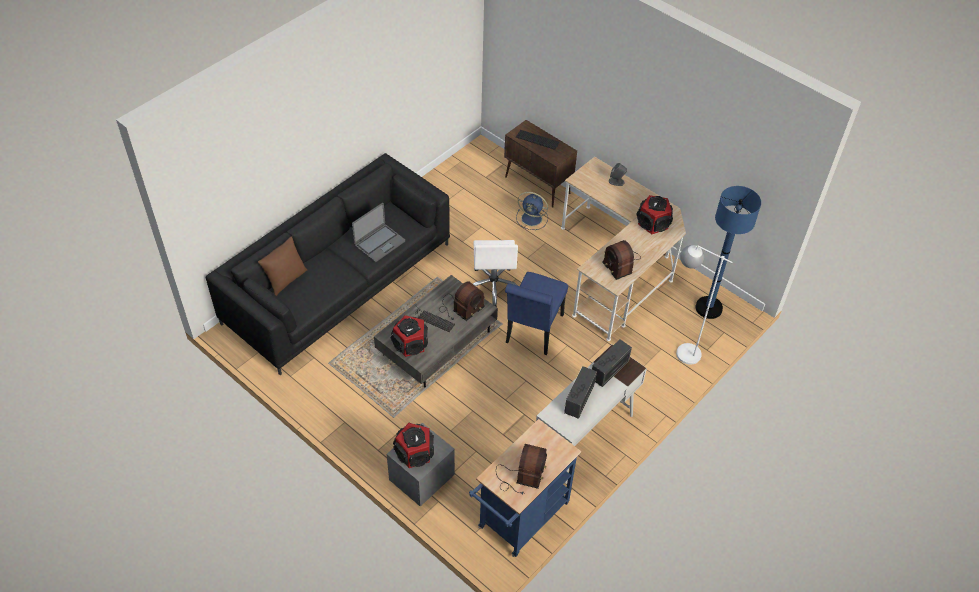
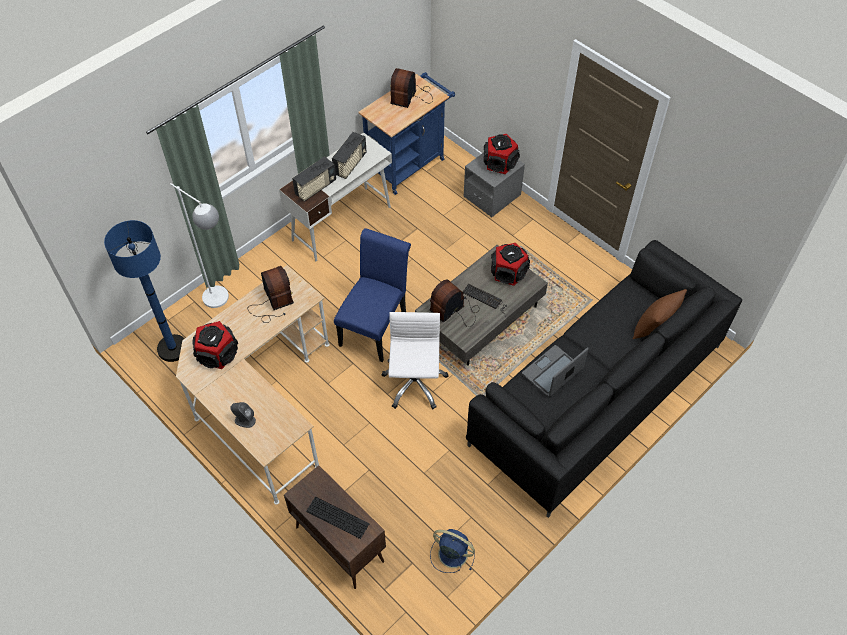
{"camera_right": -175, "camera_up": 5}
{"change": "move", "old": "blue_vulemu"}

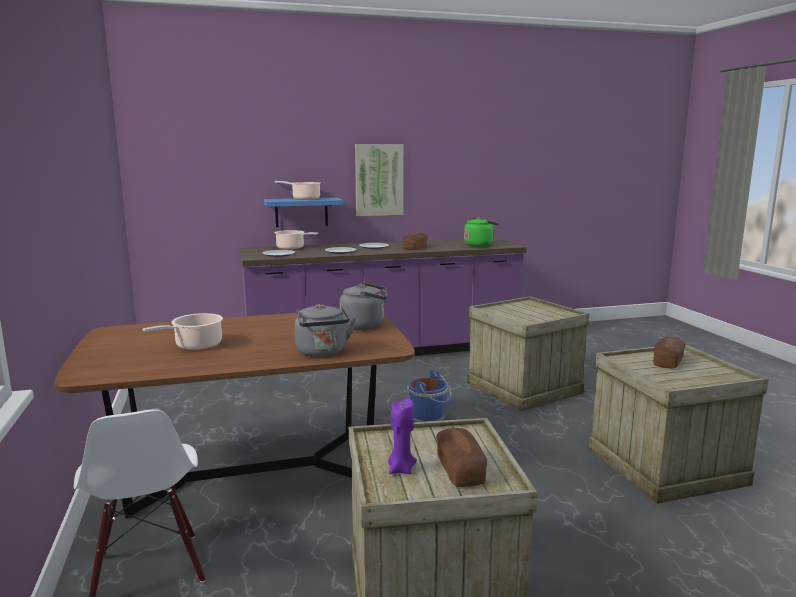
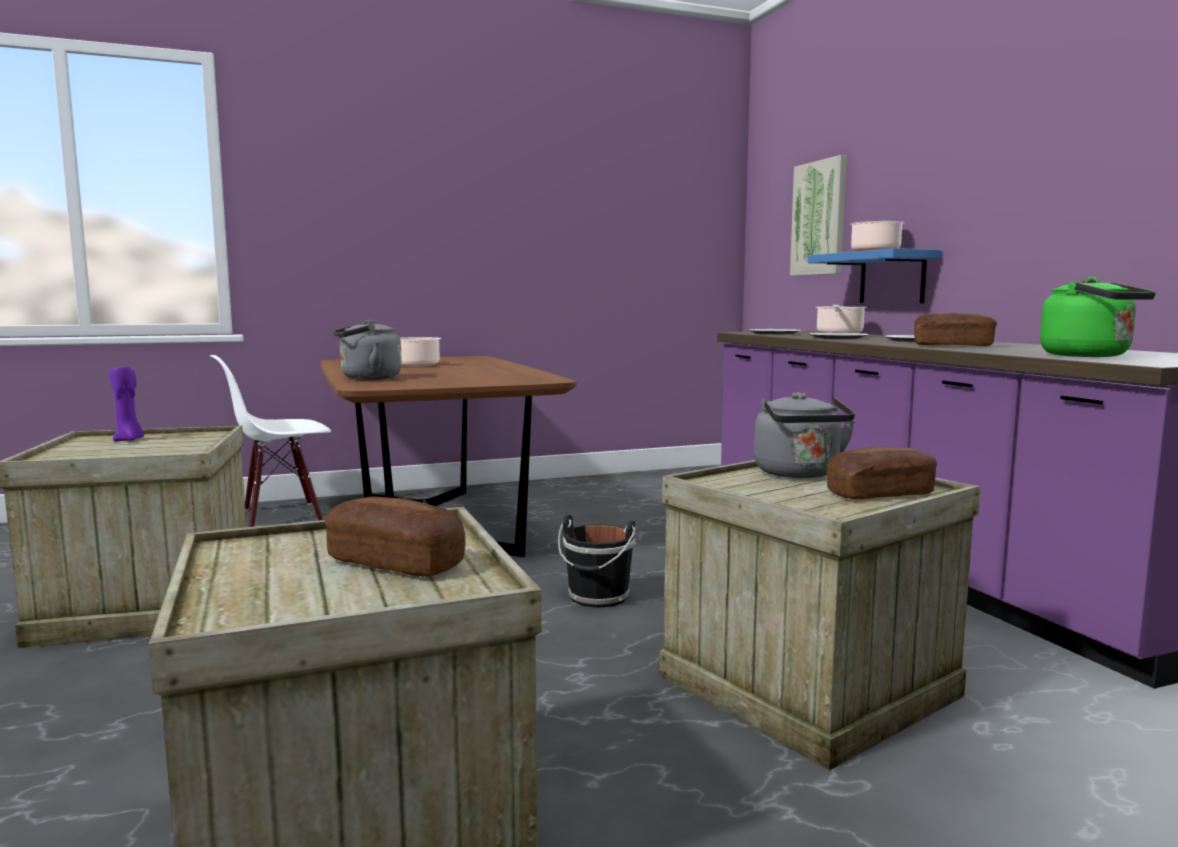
{"camera_right": 85, "camera_up": -5}
{"change": "recolor", "old": "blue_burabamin", "new": "black_burabamin"}
{"change": "move", "old": "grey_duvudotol (2nd from left)"}
{"change": "move", "old": "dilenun"}
{"change": "move", "old": "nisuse (2nd from left)"}

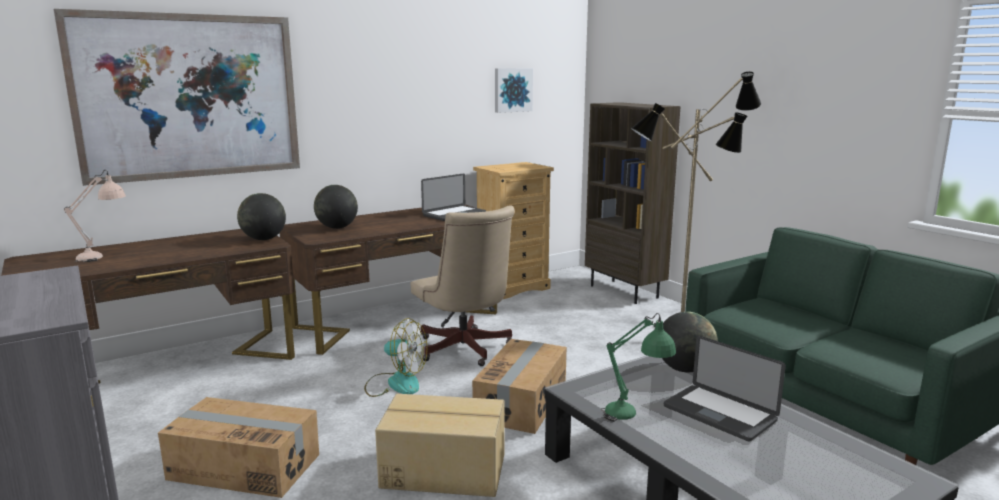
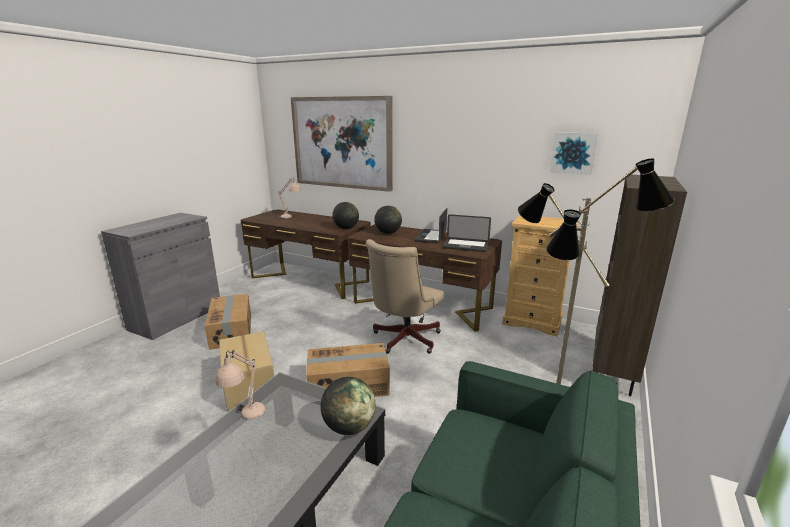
{"camera_right": 60, "camera_up": 5}
{"change": "recolor", "old": "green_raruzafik", "new": "beige_raruzafik (1st from left)"}
{"change": "move", "old": "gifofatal (2nd from left in the first image)", "new": "gifofatal (1st from left)"}
{"change": "delete", "old": "vulemu"}

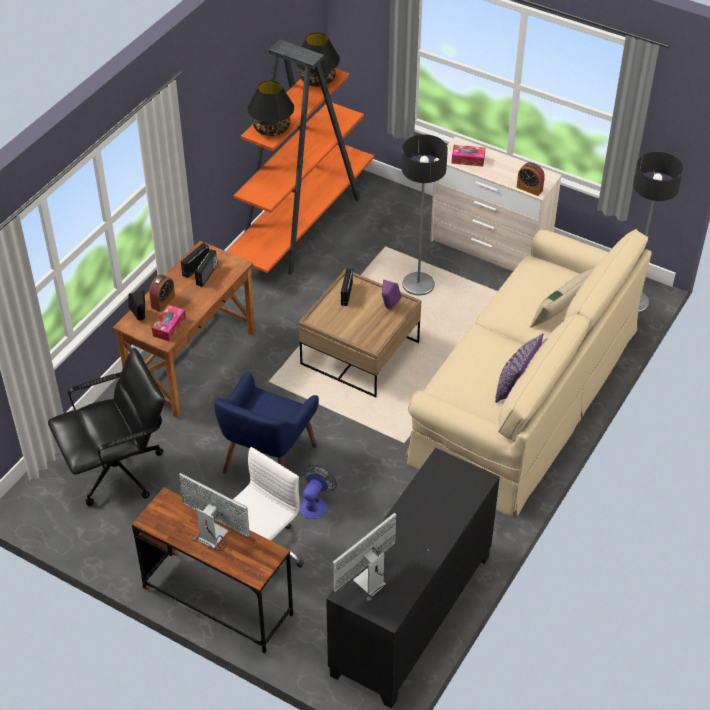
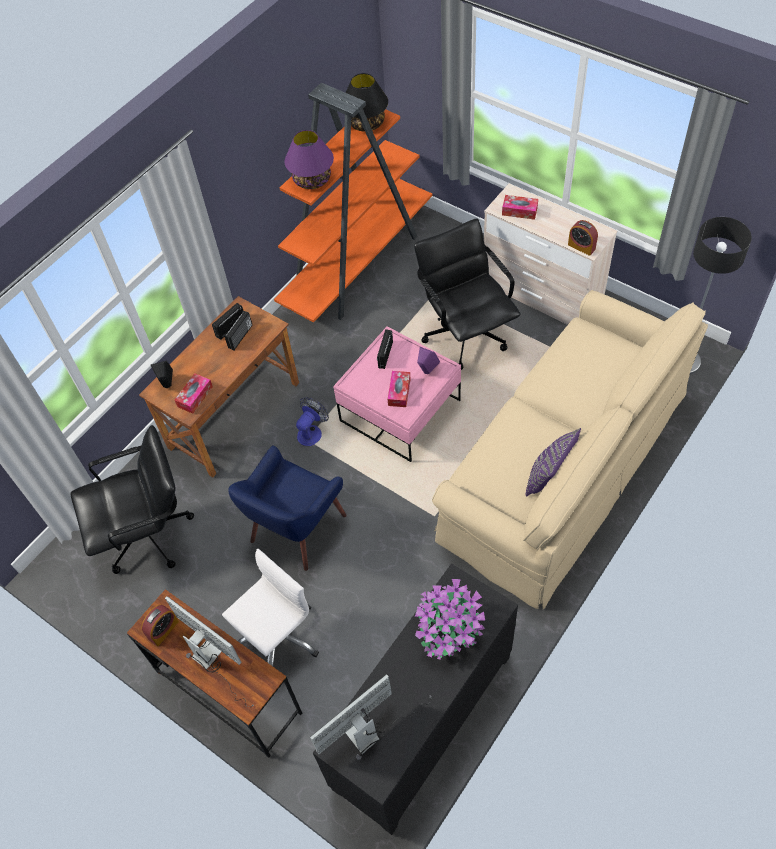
{"camera_right": 10, "camera_up": 10}
{"change": "move", "old": "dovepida (1st from left)"}
{"change": "recolor", "old": "black_raruzafik (1st from left)", "new": "purple_raruzafik"}
{"change": "move", "old": "vulemu"}
{"change": "recolor", "old": "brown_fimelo", "new": "pink_fimelo"}
{"change": "insert", "new": "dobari (2nd from left)"}
{"change": "replace", "old": "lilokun (1st from left)", "new": "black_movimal (2nd from left)"}
{"change": "insert", "new": "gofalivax"}
{"change": "delete", "old": "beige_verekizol"}

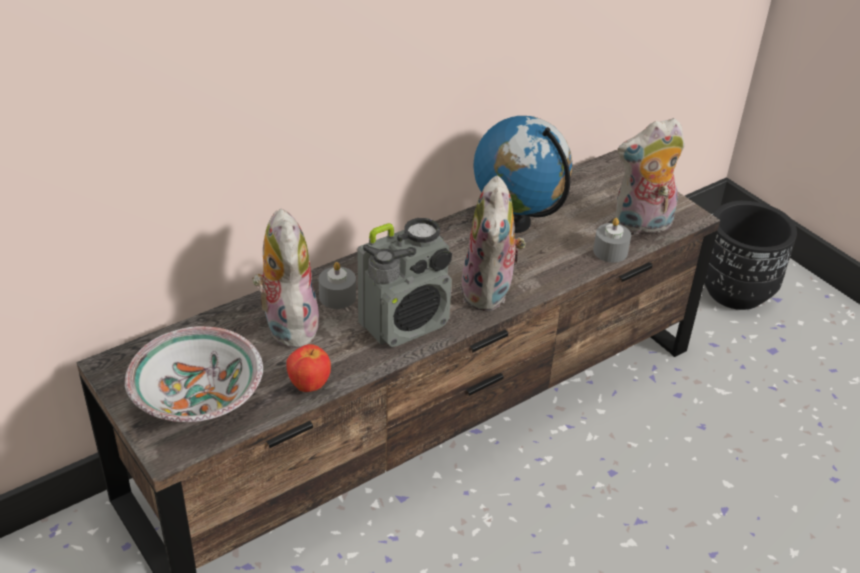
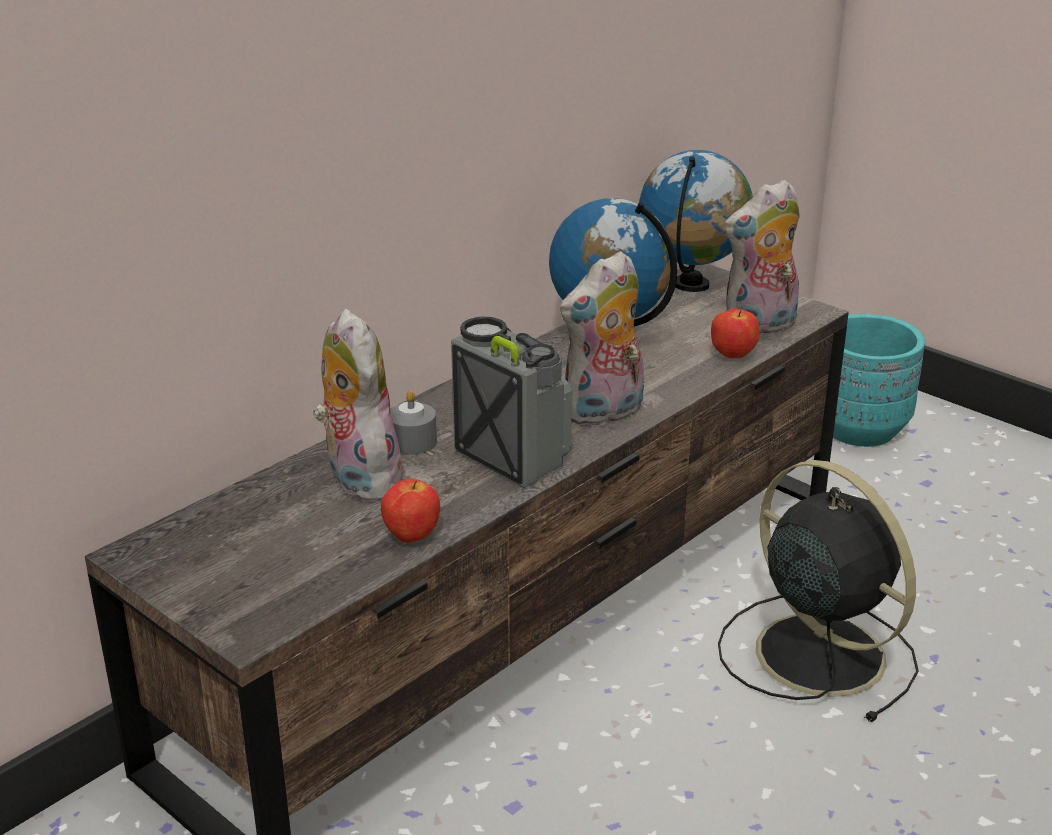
{"camera_right": -10, "camera_up": -10}
{"change": "rotate", "old": "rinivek", "degrees": -90}
{"change": "rotate", "old": "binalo (2nd from left)", "degrees": 60}
{"change": "insert", "new": "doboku (2nd from left)"}
{"change": "replace", "old": "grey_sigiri (2nd from left)", "new": "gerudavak (2nd from left)"}
{"change": "insert", "new": "black_vulemu"}
{"change": "recolor", "old": "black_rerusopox", "new": "turquoise_rerusopox"}
{"change": "delete", "old": "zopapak"}

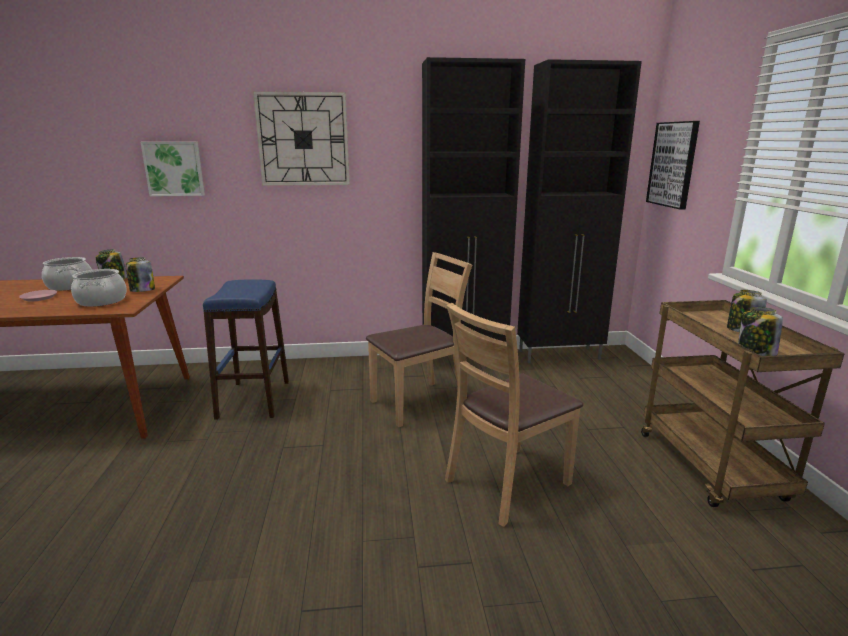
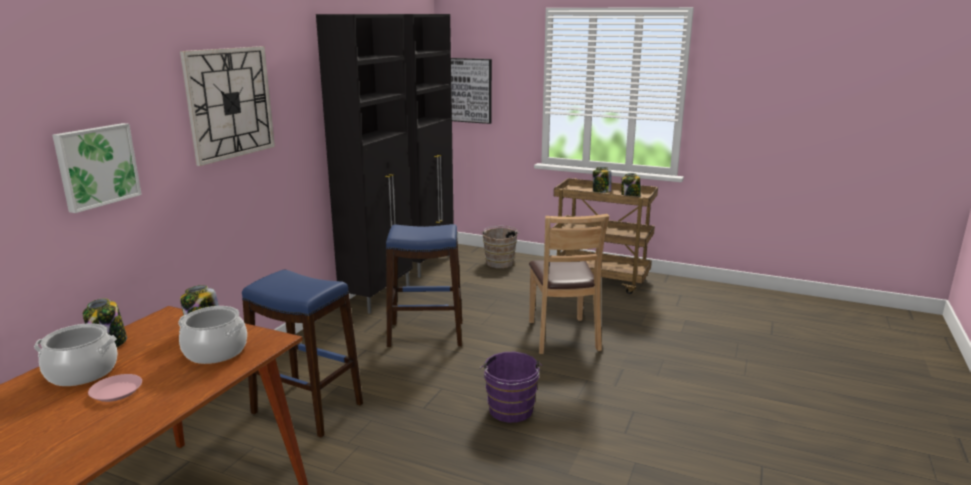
{"camera_right": -60, "camera_up": 0}
{"change": "replace", "old": "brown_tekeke (1st from left)", "new": "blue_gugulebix (2nd from left)"}
{"change": "insert", "new": "purple_burabamin"}
{"change": "insert", "new": "brown_burabamin"}

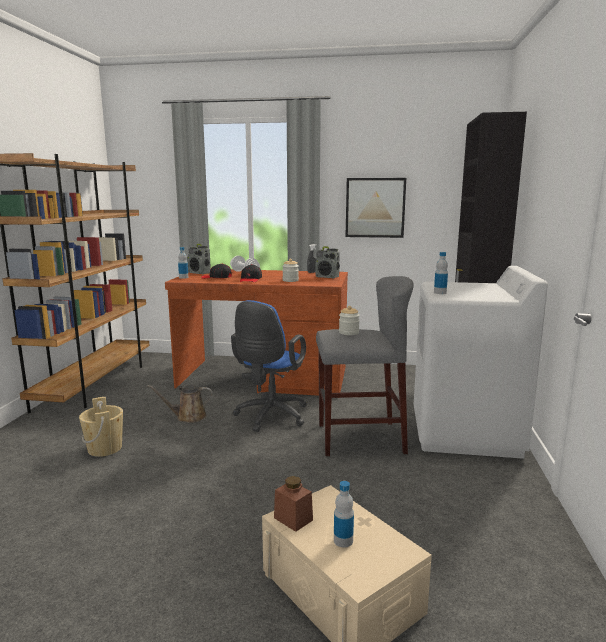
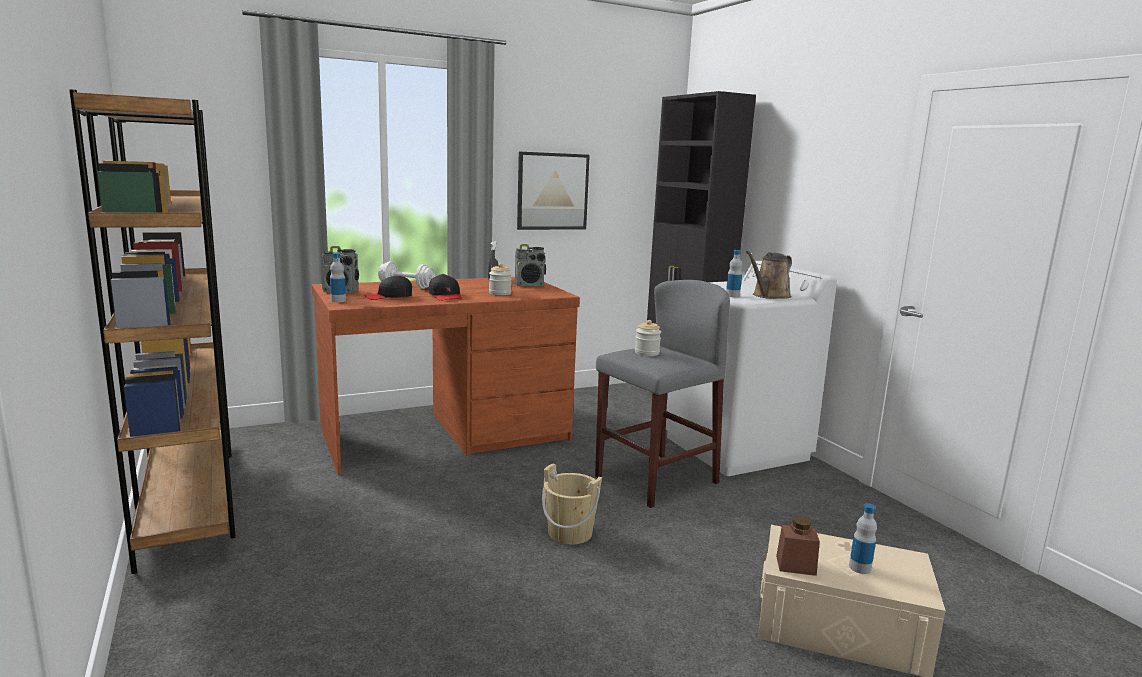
{"camera_right": -35, "camera_up": 0}
{"change": "move", "old": "beige_burabamin"}
{"change": "move", "old": "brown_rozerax"}
{"change": "delete", "old": "blue_movimal"}

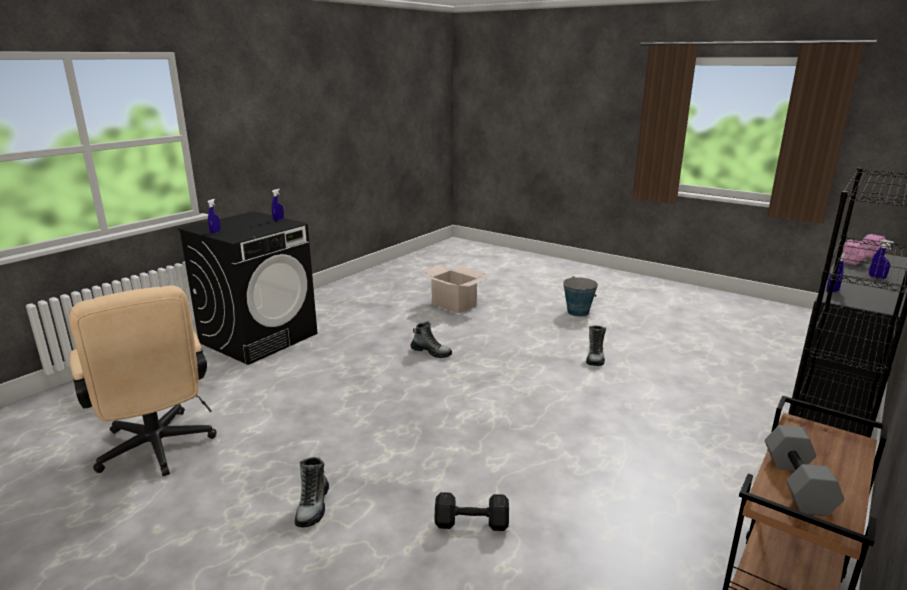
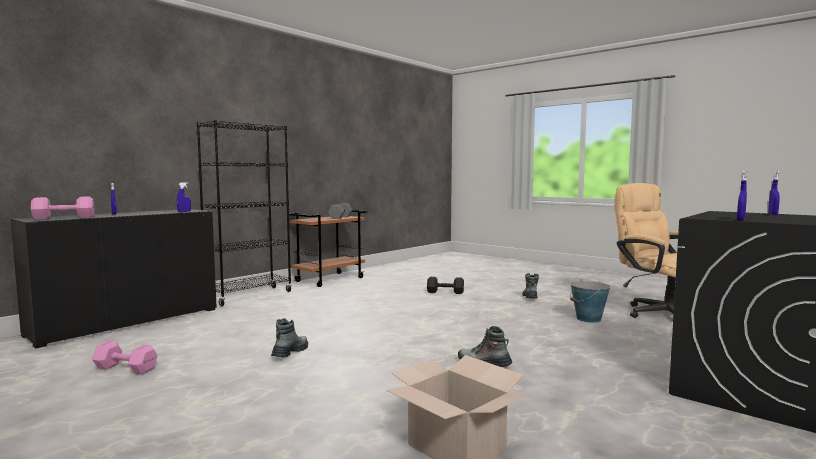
{"camera_right": -175, "camera_up": -15}
{"change": "insert", "new": "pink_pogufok (2nd from left)"}
{"change": "move", "old": "burabamin"}

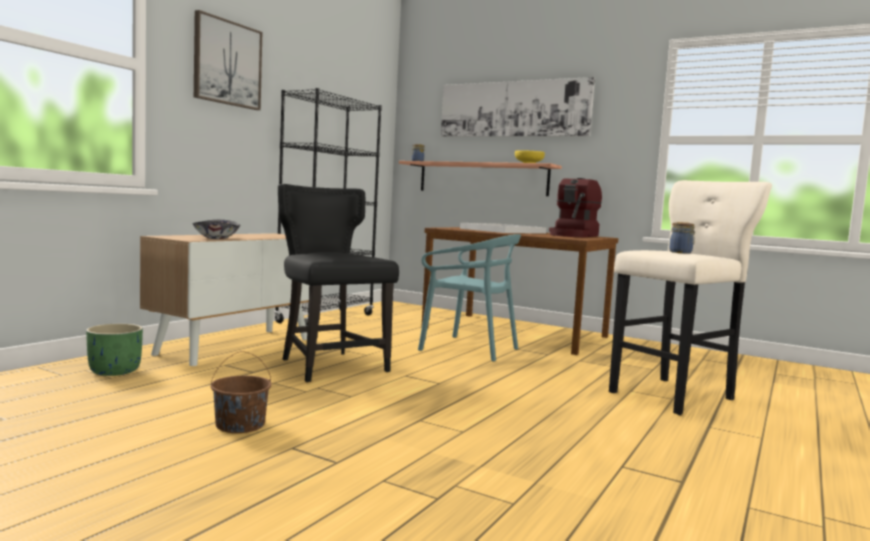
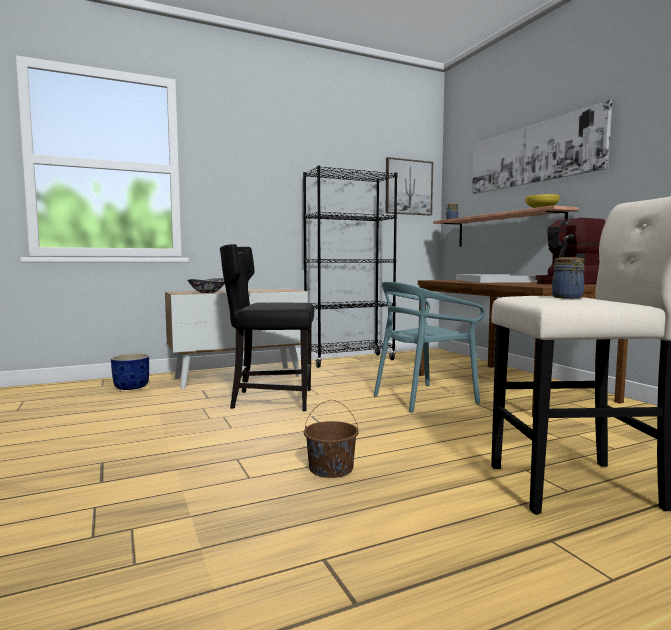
{"camera_right": 35, "camera_up": 0}
{"change": "recolor", "old": "green_rerusopox", "new": "blue_rerusopox"}
{"change": "rotate", "old": "black_tekeke", "degrees": -90}
{"change": "move", "old": "brown_burabamin"}
{"change": "rotate", "old": "turquoise_tekeke", "degrees": 90}
{"change": "move", "old": "dilenun (1st from left)"}

